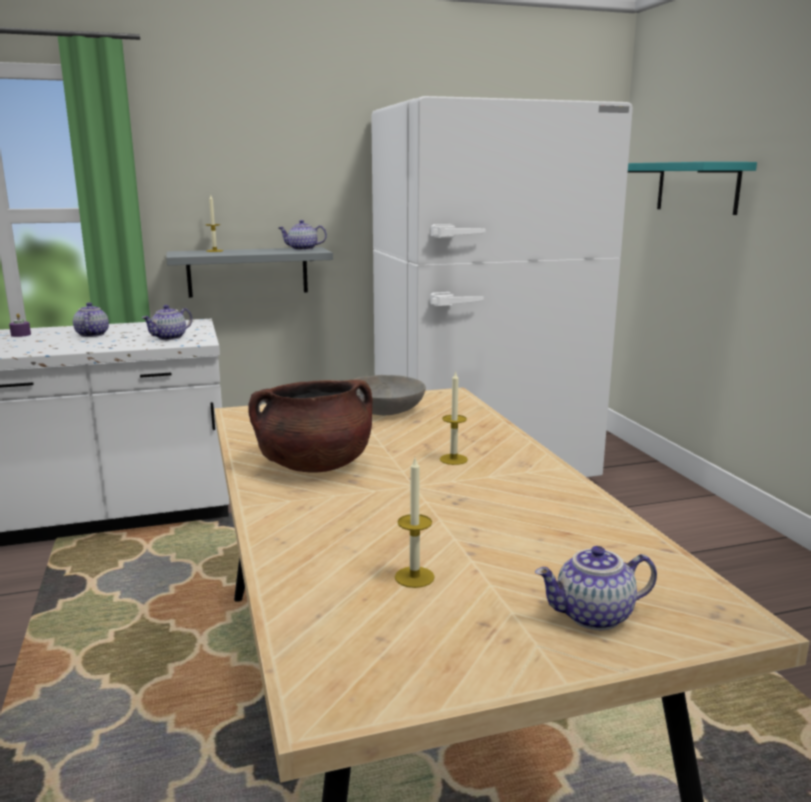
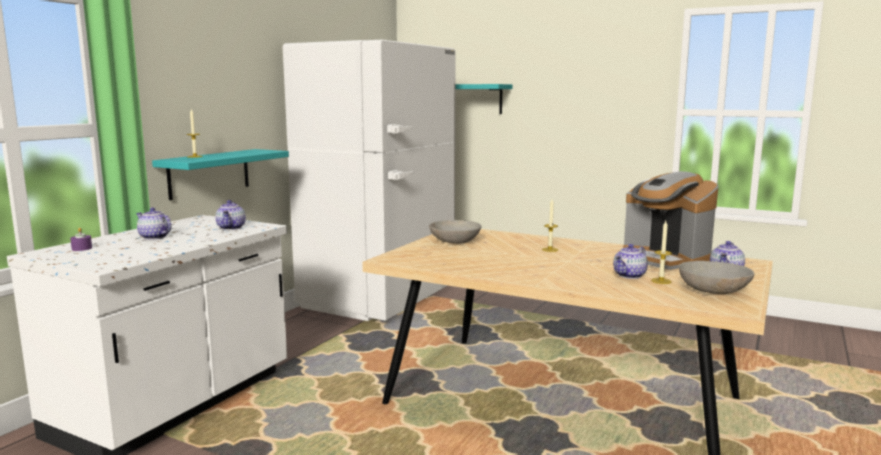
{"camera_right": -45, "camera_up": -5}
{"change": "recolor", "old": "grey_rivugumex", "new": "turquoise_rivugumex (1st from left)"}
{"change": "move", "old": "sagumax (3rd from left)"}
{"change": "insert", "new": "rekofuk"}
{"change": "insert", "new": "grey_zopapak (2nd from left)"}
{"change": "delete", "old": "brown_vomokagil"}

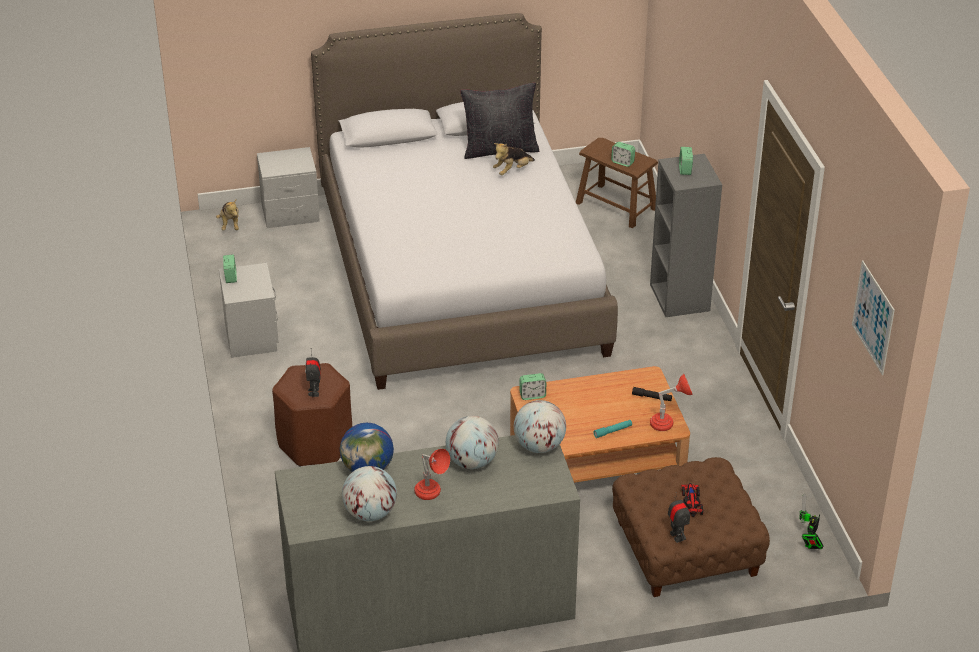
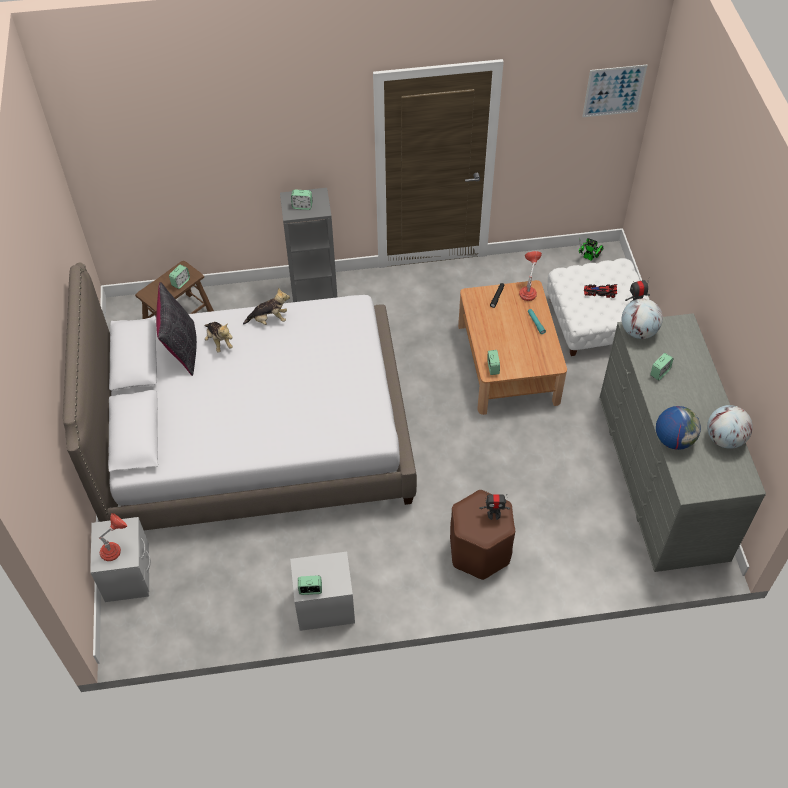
{"camera_right": -85, "camera_up": 15}
{"change": "move", "old": "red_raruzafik (1st from left)"}
{"change": "move", "old": "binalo (1st from left in the first image)", "new": "binalo (2nd from left)"}
{"change": "recolor", "old": "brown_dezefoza", "new": "white_dezefoza"}
{"change": "replace", "old": "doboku (3rd from left)", "new": "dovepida (5th from left)"}

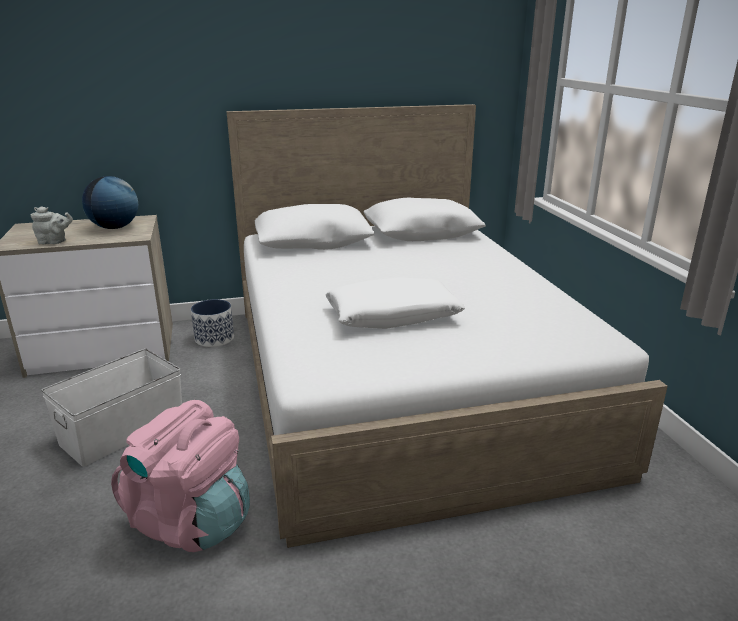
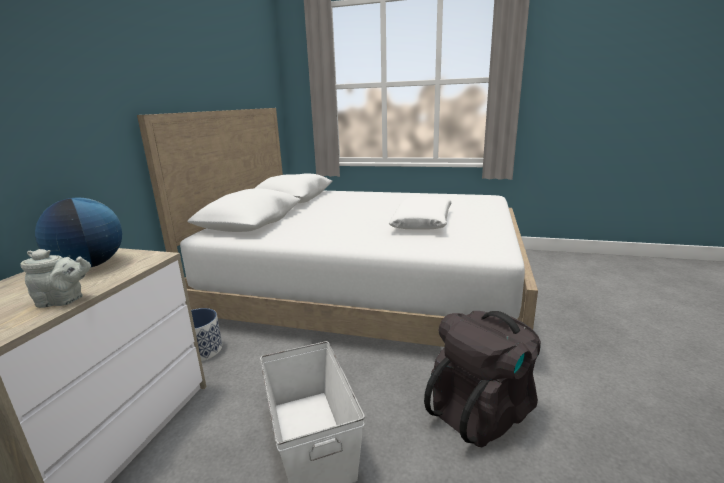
{"camera_right": -60, "camera_up": -5}
{"change": "rotate", "old": "grey_sagumax", "degrees": 60}
{"change": "recolor", "old": "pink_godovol", "new": "black_godovol"}

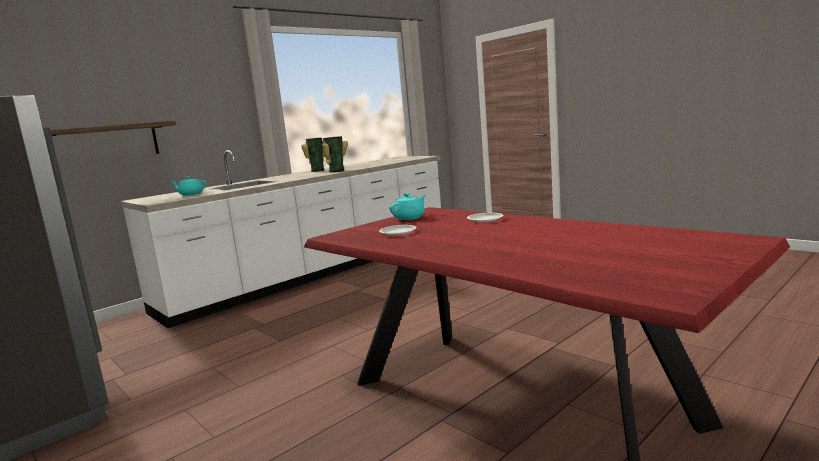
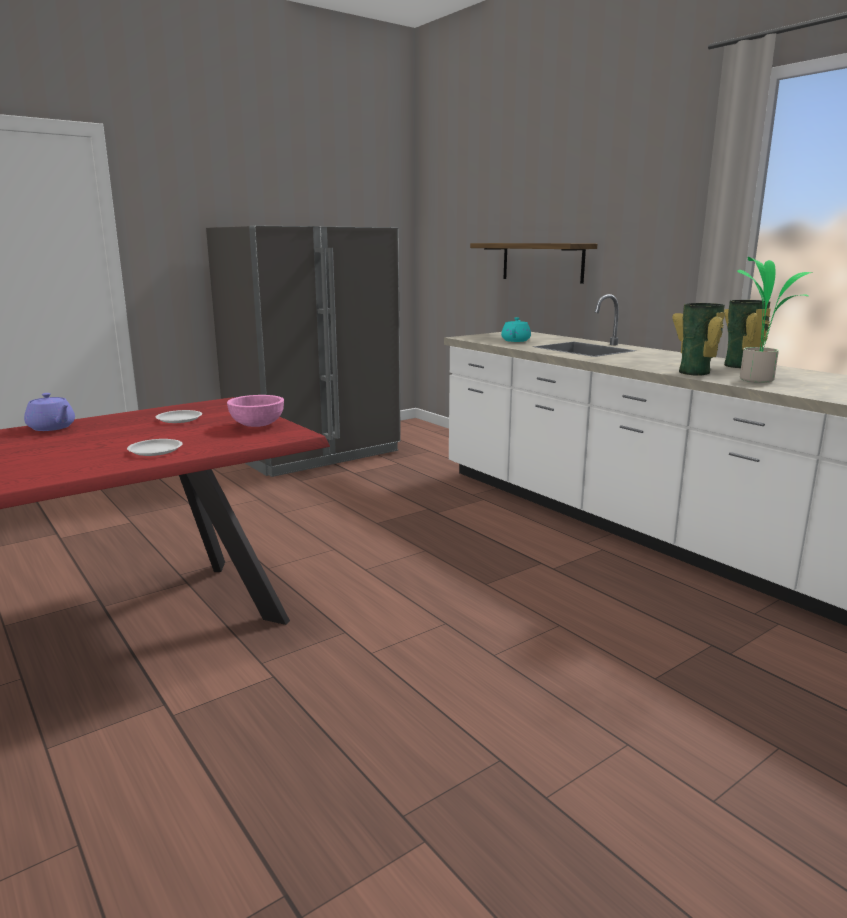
{"camera_right": 95, "camera_up": 5}
{"change": "insert", "new": "purple_sagumax"}
{"change": "replace", "old": "turquoise_sagumax (2nd from left)", "new": "pink_zopapak"}
{"change": "insert", "new": "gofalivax"}

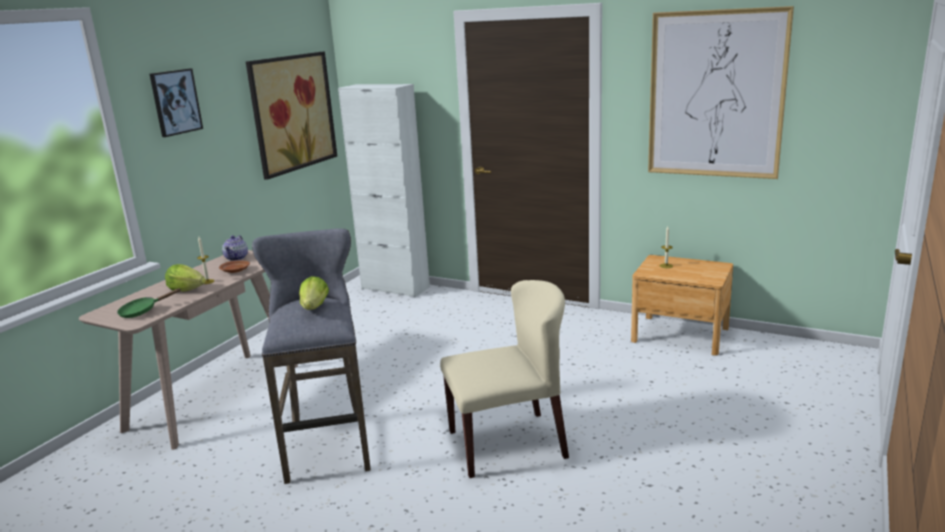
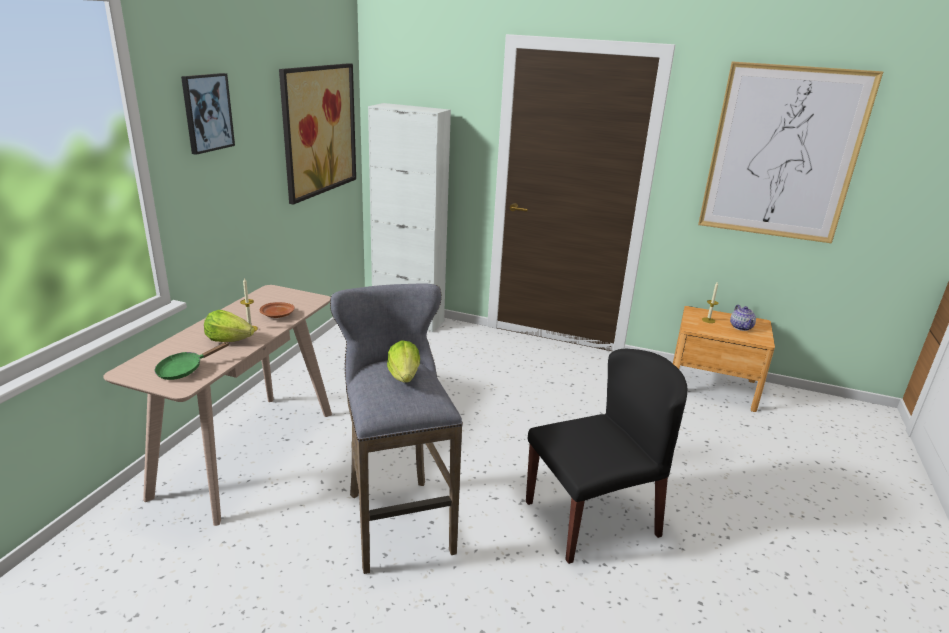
{"camera_right": -10, "camera_up": 5}
{"change": "recolor", "old": "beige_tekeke", "new": "black_tekeke"}
{"change": "move", "old": "sagumax"}

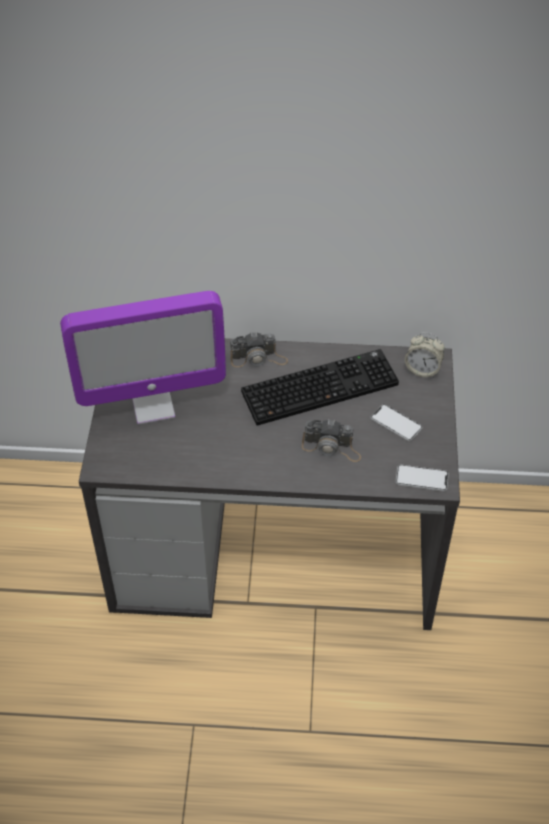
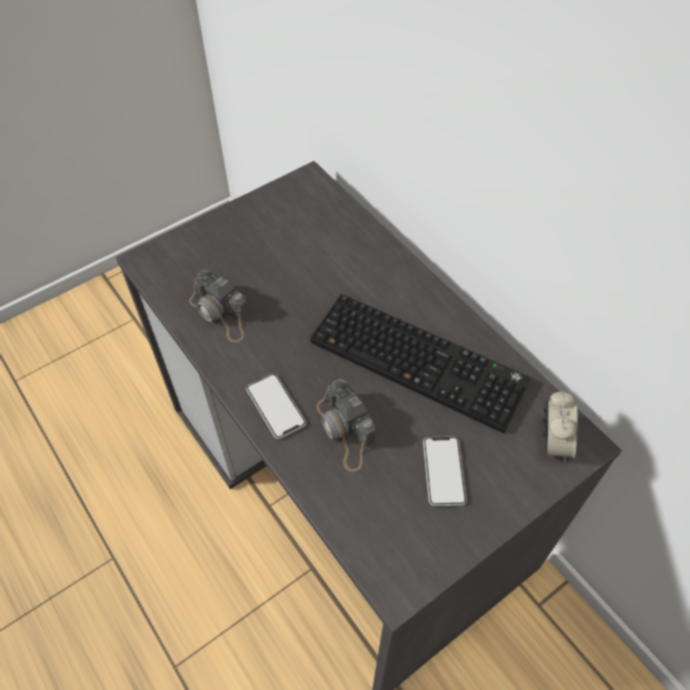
{"camera_right": 50, "camera_up": 5}
{"change": "move", "old": "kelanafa (1st from left)"}
{"change": "move", "old": "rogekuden (2nd from left in the first image)", "new": "rogekuden (1st from left)"}
{"change": "rotate", "old": "dovepida", "degrees": -150}
{"change": "delete", "old": "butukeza"}

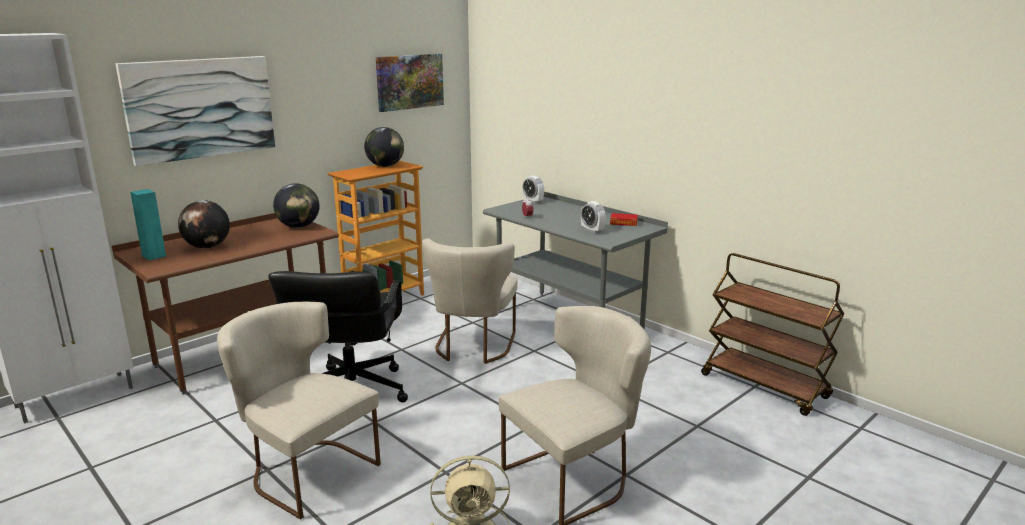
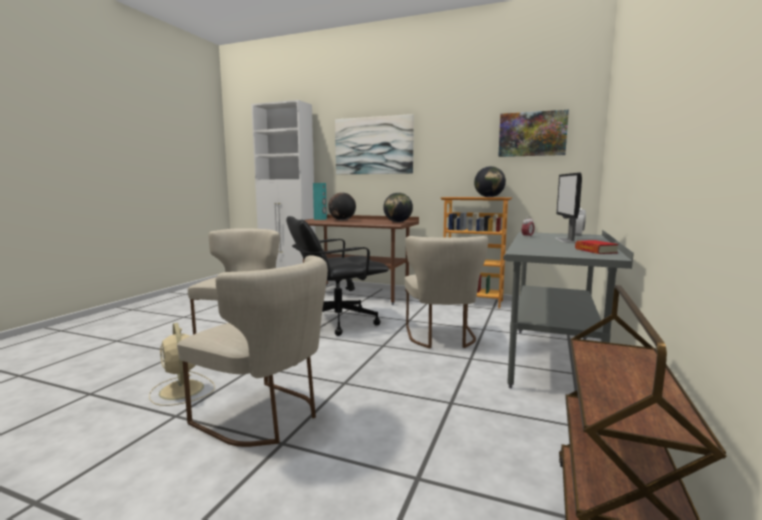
{"camera_right": 65, "camera_up": -10}
{"change": "rotate", "old": "beige_tekeke (2nd from left in the first image)", "degrees": -75}
{"change": "insert", "new": "butukeza"}
{"change": "delete", "old": "dovepida (3rd from left)"}

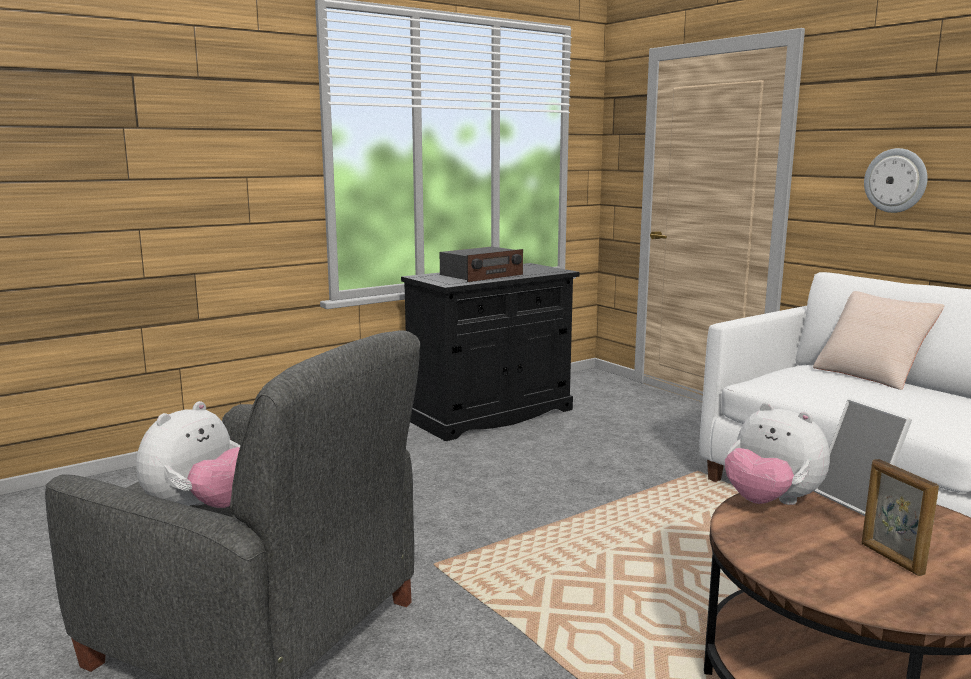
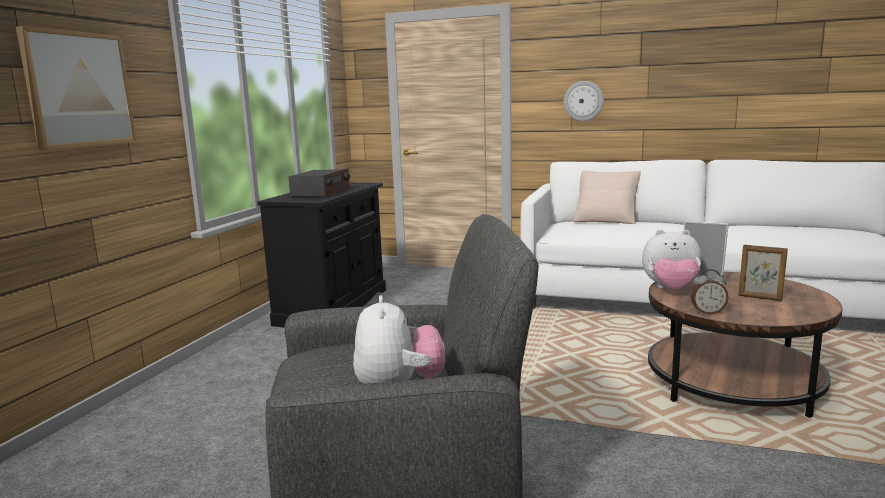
{"camera_right": -35, "camera_up": 0}
{"change": "insert", "new": "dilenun"}
{"change": "insert", "new": "dovepida"}

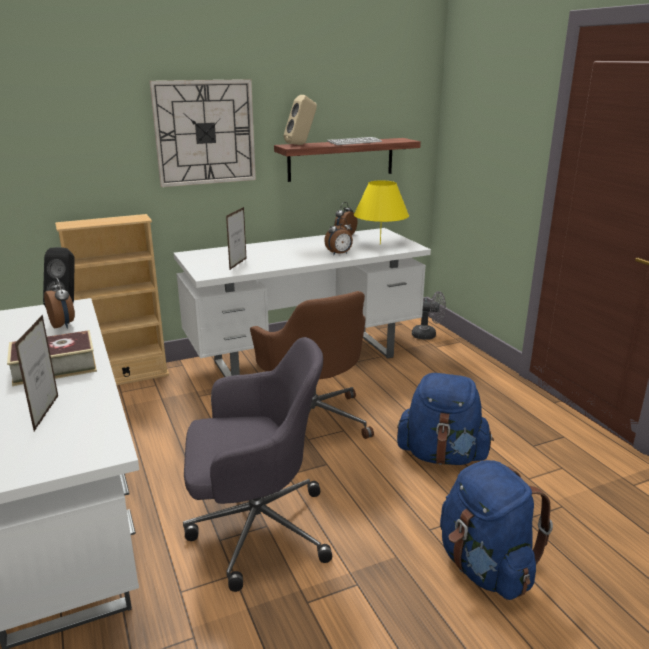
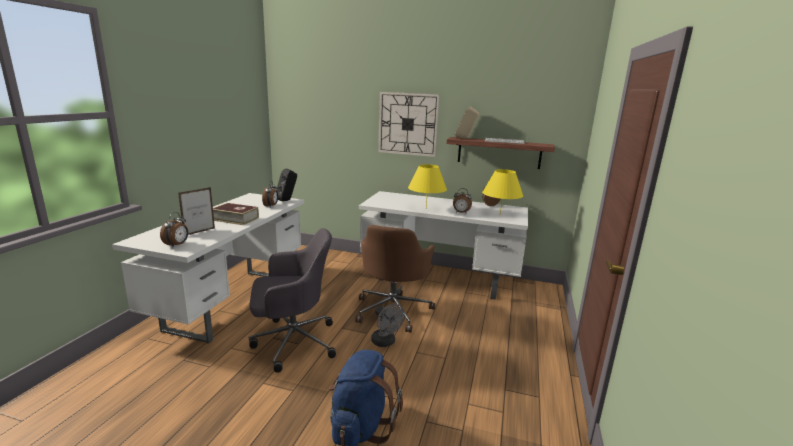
{"camera_right": 40, "camera_up": -5}
{"change": "insert", "new": "dovepida (1st from left)"}
{"change": "rotate", "old": "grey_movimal", "degrees": -45}
{"change": "move", "old": "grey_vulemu"}
{"change": "insert", "new": "yellow_raruzafik (1st from left)"}
{"change": "delete", "old": "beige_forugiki"}
{"change": "delete", "old": "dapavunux (2nd from left)"}
{"change": "delete", "old": "blue_godovol (1st from left)"}

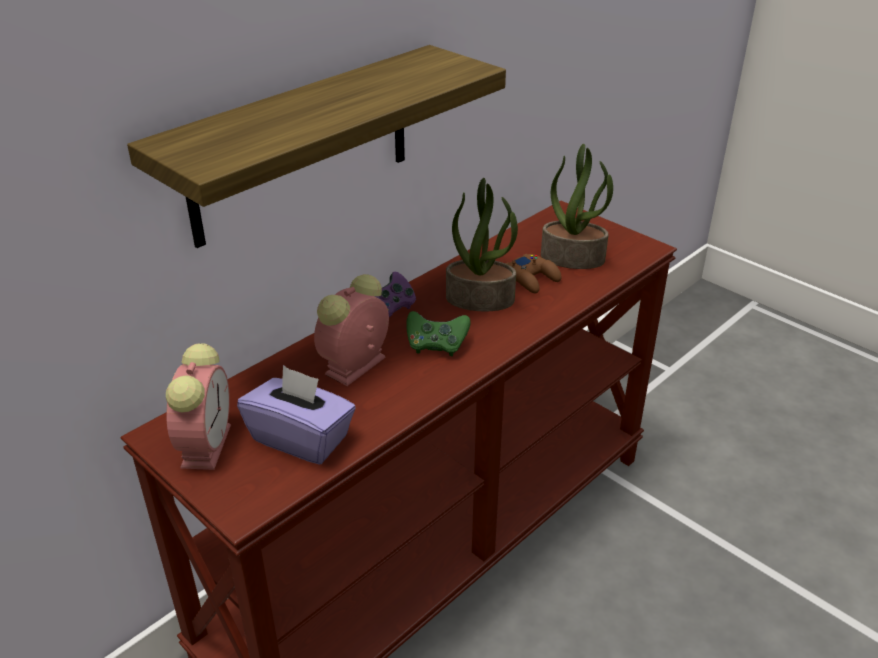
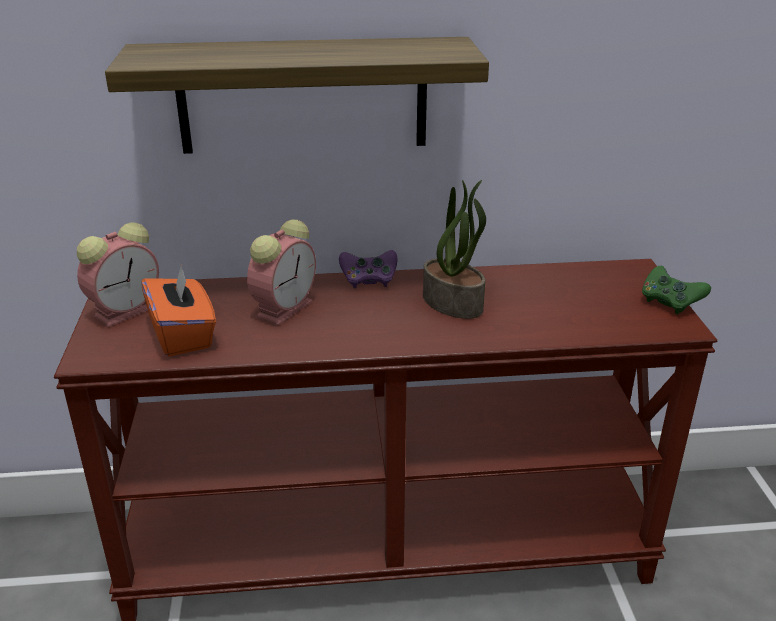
{"camera_right": 40, "camera_up": -5}
{"change": "recolor", "old": "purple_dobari", "new": "orange_dobari"}
{"change": "rotate", "old": "dovepida (2nd from left)", "degrees": 135}
{"change": "move", "old": "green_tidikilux"}
{"change": "delete", "old": "brown_tidikilux"}
{"change": "delete", "old": "gofalivax (2nd from left)"}

